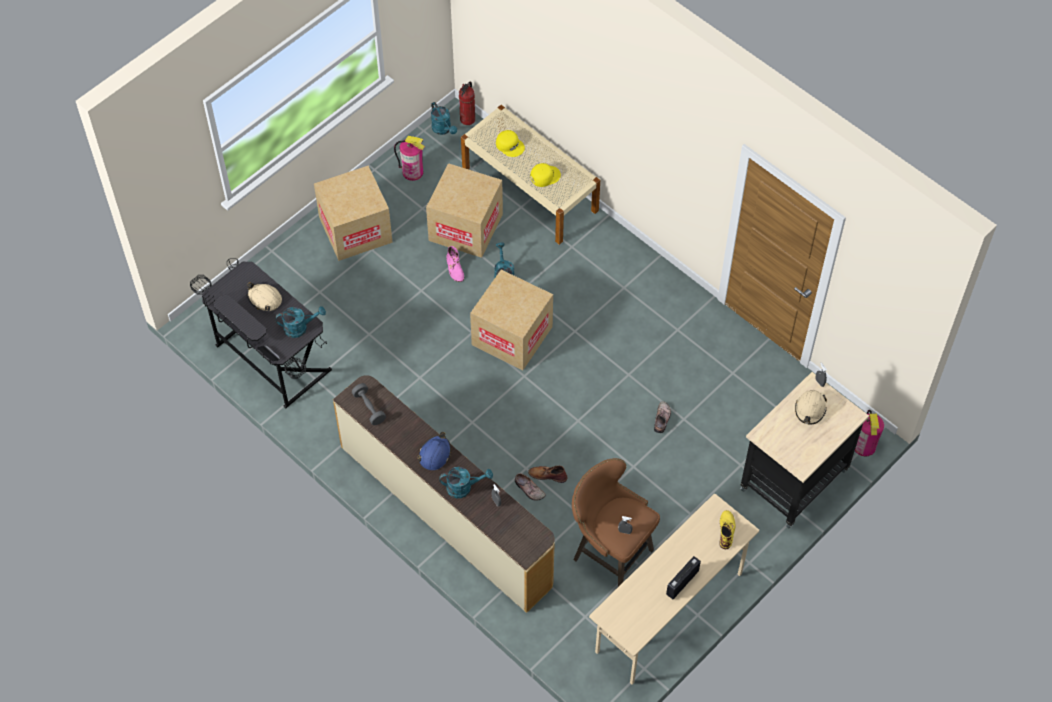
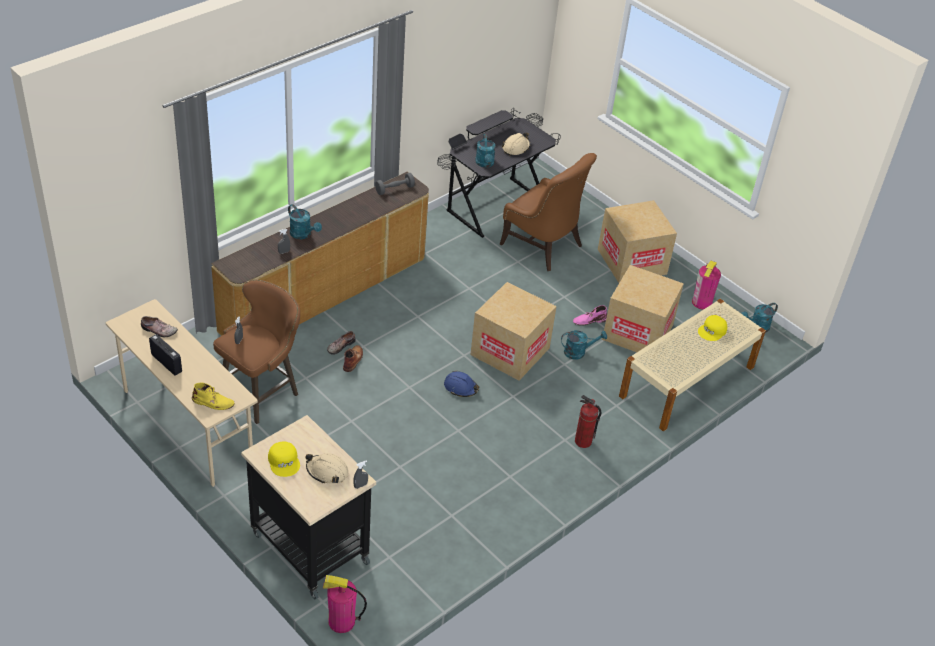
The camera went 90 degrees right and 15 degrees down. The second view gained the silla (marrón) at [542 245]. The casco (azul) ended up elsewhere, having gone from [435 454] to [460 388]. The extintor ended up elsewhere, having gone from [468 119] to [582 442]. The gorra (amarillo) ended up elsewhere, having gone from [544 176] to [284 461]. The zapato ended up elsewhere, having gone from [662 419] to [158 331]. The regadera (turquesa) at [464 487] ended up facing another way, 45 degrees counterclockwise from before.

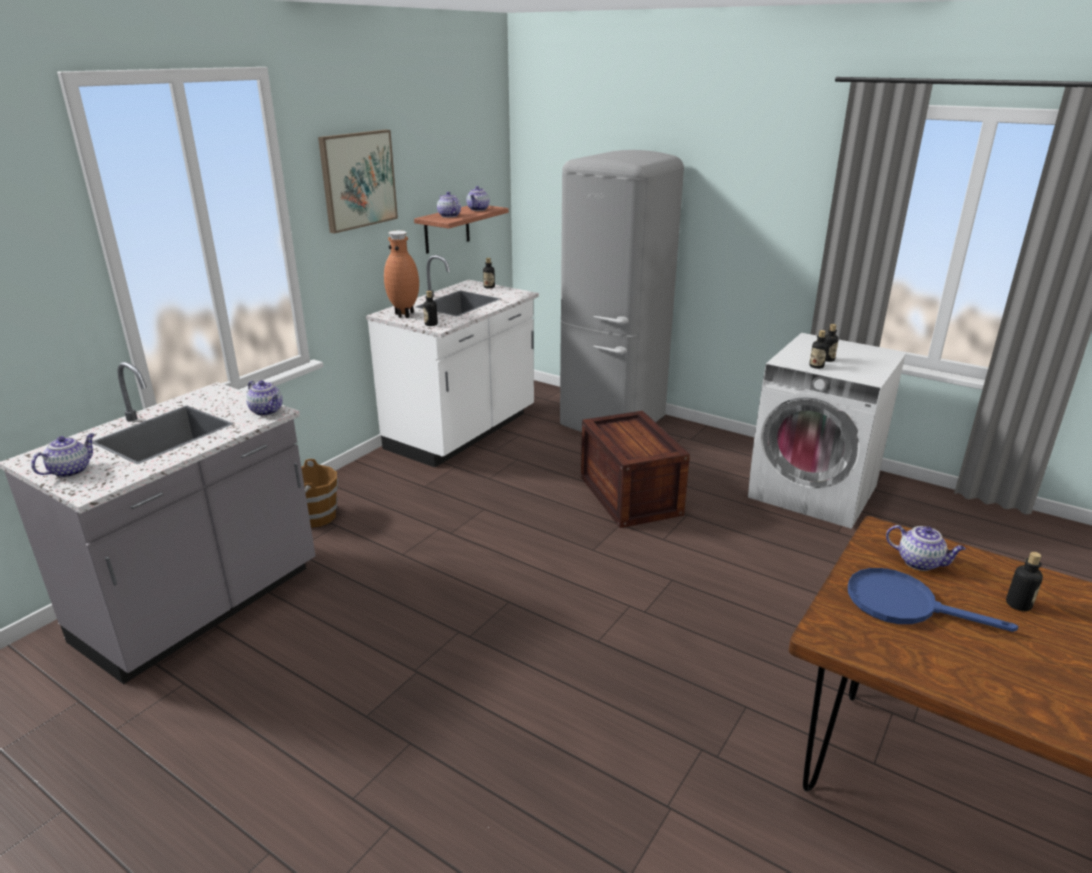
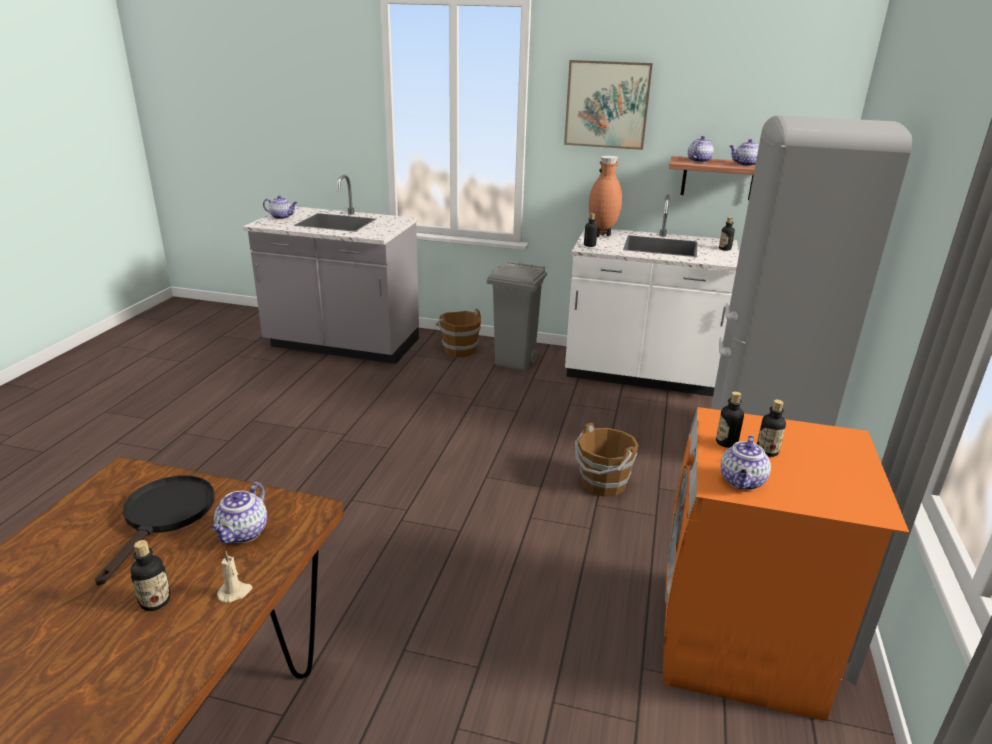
The camera went 70 degrees right and 0 degrees up. The second view gained the vela (beis) at [235 592]. The second view gained the papelera (gris) at [515 362]. The tetera ended up elsewhere, having gone from [267 411] to [742 482]. Where the caja de embalaje stood at [629 495], the cubo (marrón) came to stand at [602 484]. What was the lavadora (blanco) at [815 491] turned into the lavadora (naranja) at [741 641]. What was the sartén (azul) at [903 604] turned into the sartén (negro) at [164 517].

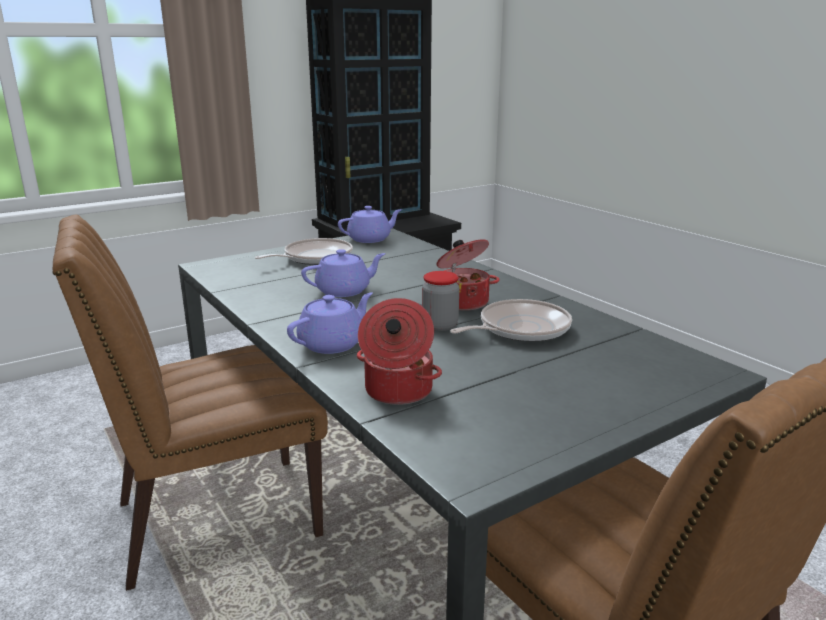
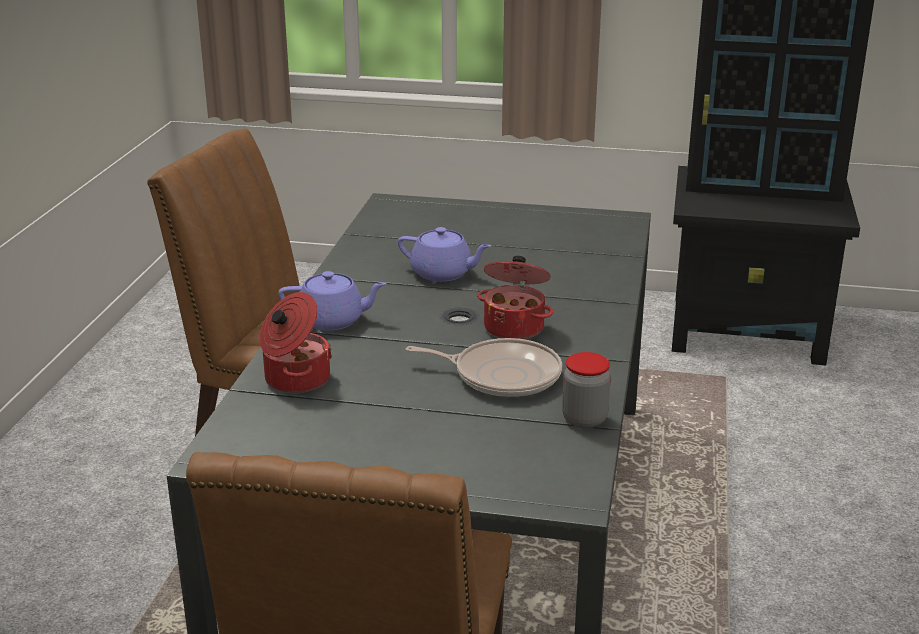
The camera went 45 degrees right and 5 degrees up. The second view lost the sartén at [314 258]. The second view lost the tetera (morado) at [370 239]. The tarro ended up elsewhere, having gone from [440 325] to [584 419].

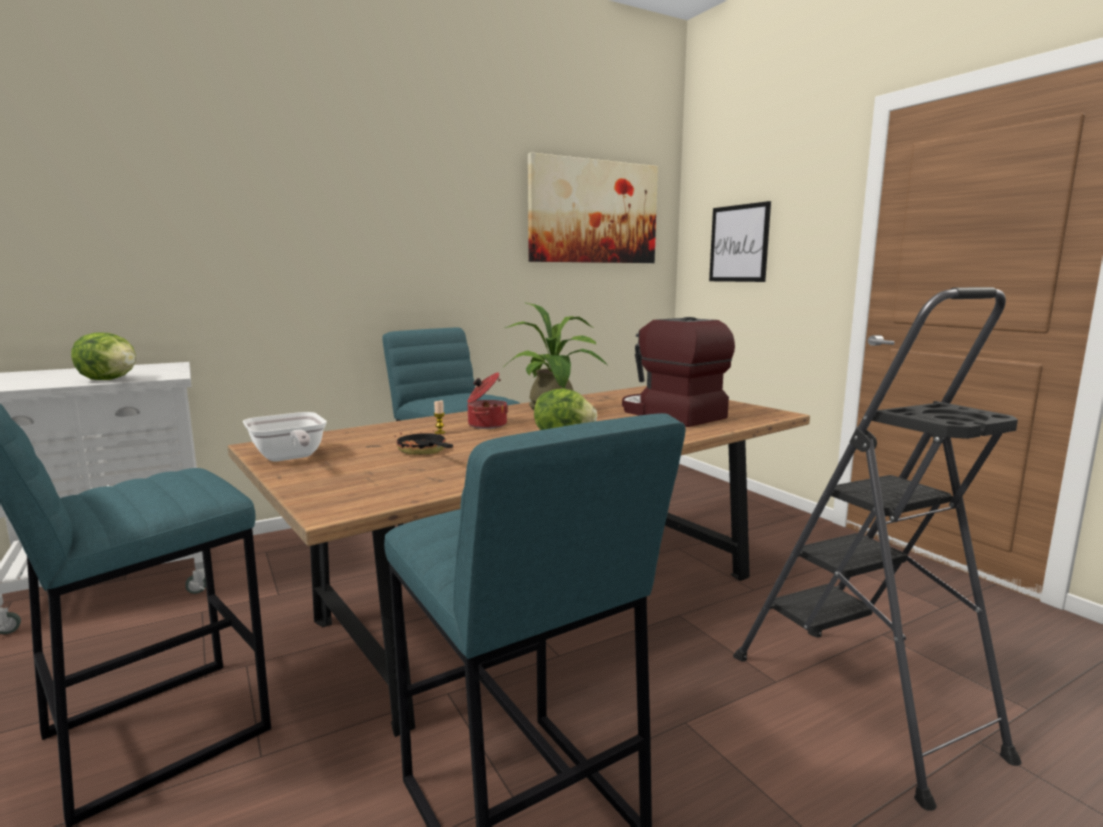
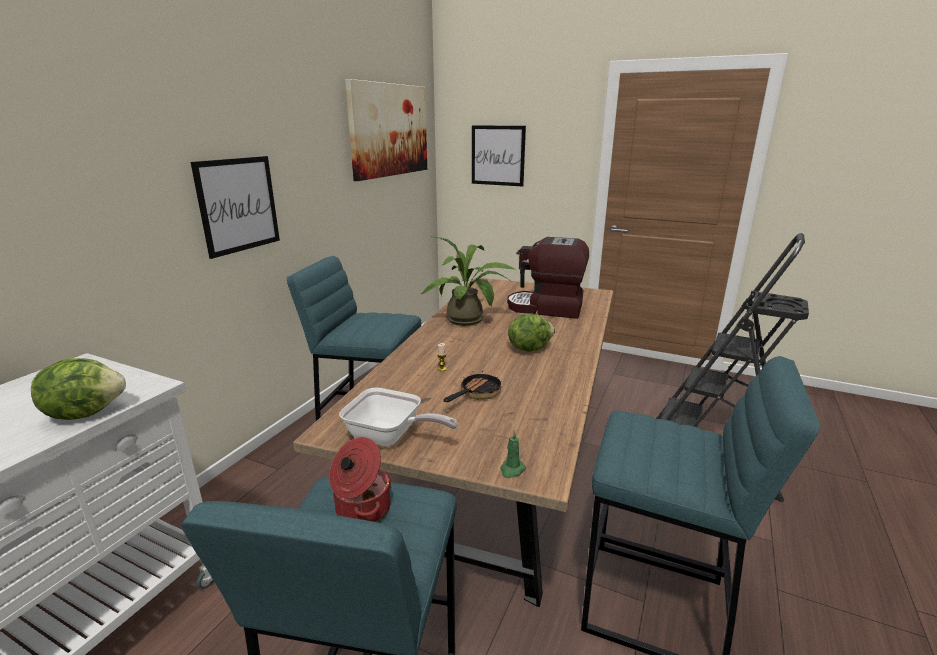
The camera went 35 degrees left and 10 degrees up. The second view gained the cuadro at [238 205]. The second view gained the vela (verde) at [512 470]. The olla ended up elsewhere, having gone from [486 425] to [361 509]. The sartén at [424 452] ended up facing another way, 105 degrees clockwise from before.

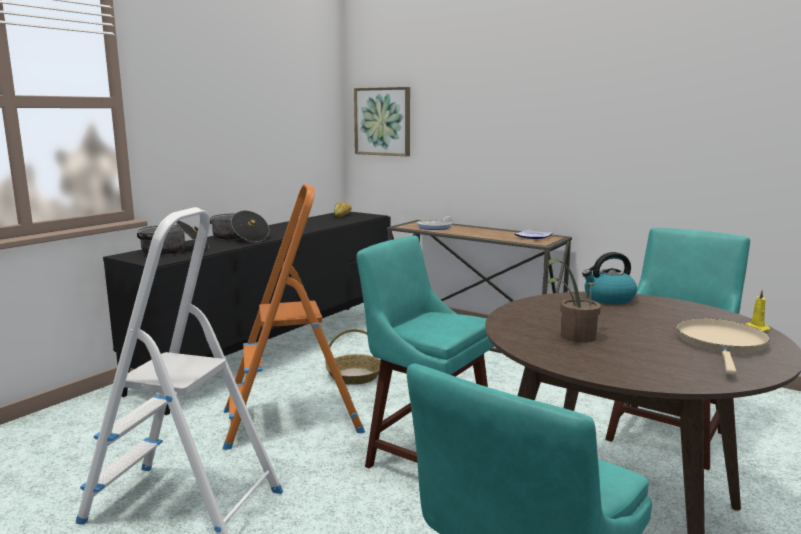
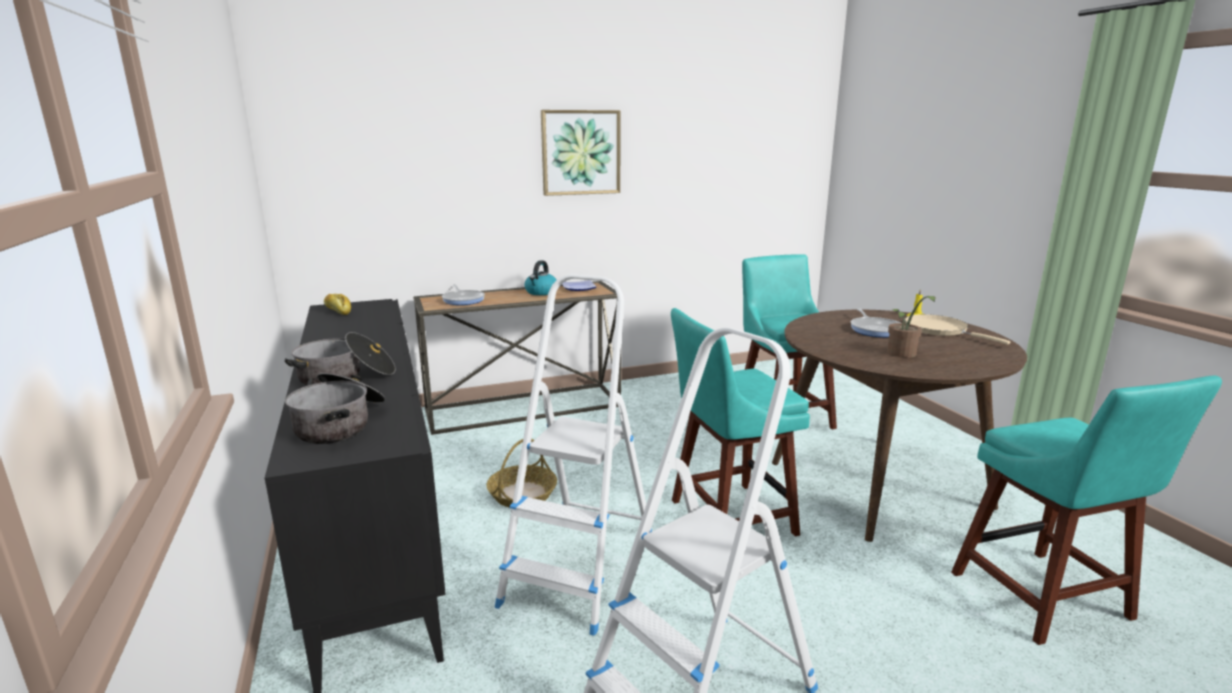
The camera went 55 degrees left and 5 degrees up. The second view gained the sartén at [875 329]. The cuadro ended up elsewhere, having gone from [383 121] to [580 152]. The hervidor ended up elsewhere, having gone from [608 299] to [541 292]. What was the escalera de tijera (naranja) at [290 421] turned into the escalera de tijera (blanco) at [579 568].

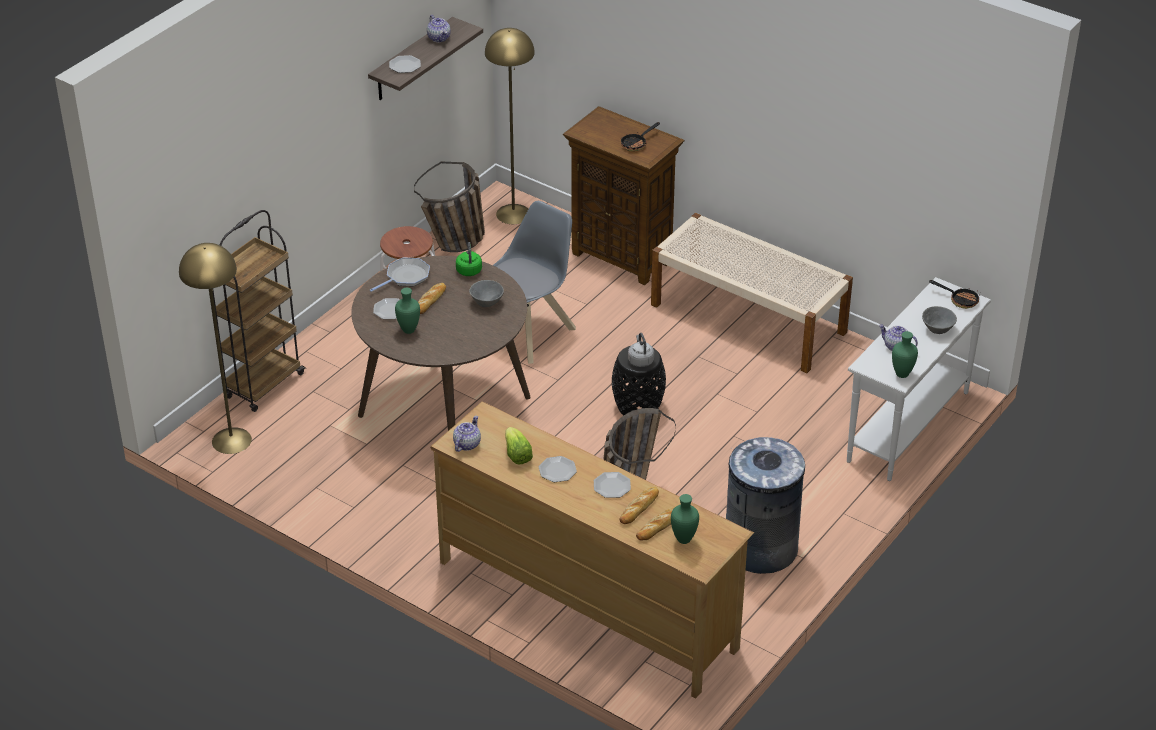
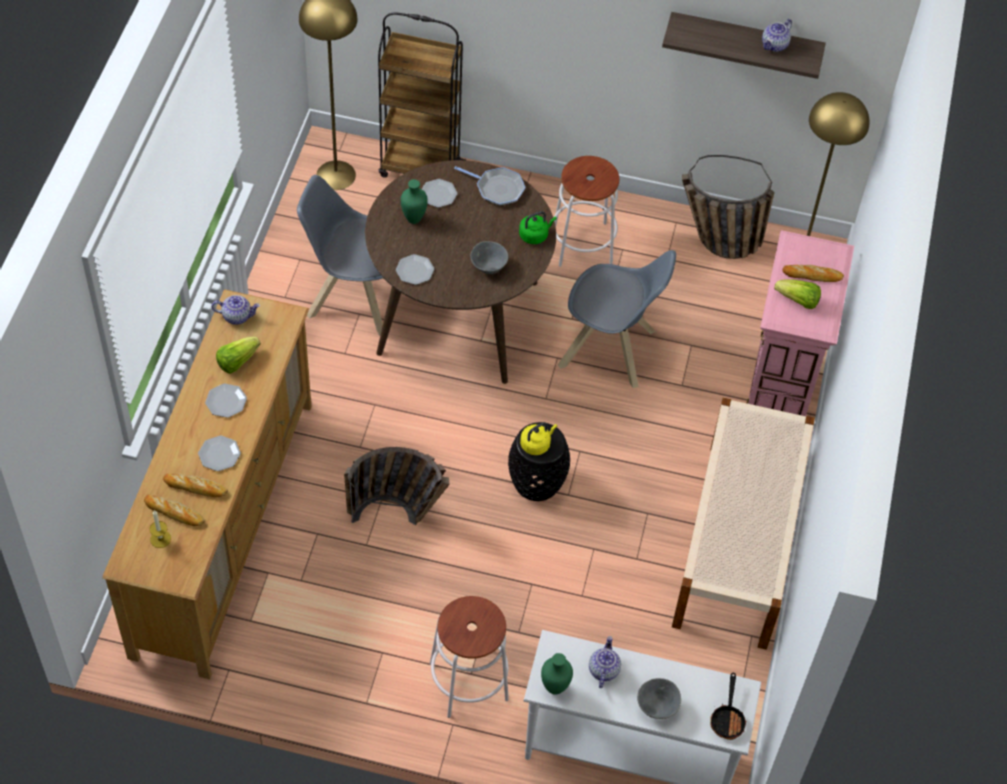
The camera went 65 degrees right and 15 degrees up. The second view lost the papelera (gris) at [760 548]. The second view gained the silla (gris) at [353 297]. The second view gained the taburete (blanco) at [468 681]. The plato ended up elsewhere, having gone from [405 65] to [414 271]. The pan ended up elsewhere, having gone from [430 301] to [812 275]. Where the sartén stood at [636 144], the lechuga came to stand at [798 301]. Where the florero (verde) stood at [683 539], the vela came to stand at [160 539]. What was the armario (marrón) at [623 258] turned into the armario (rosa) at [779 393]. What was the hervidor (gris) at [640 360] turned into the hervidor (amarillo) at [536 444].

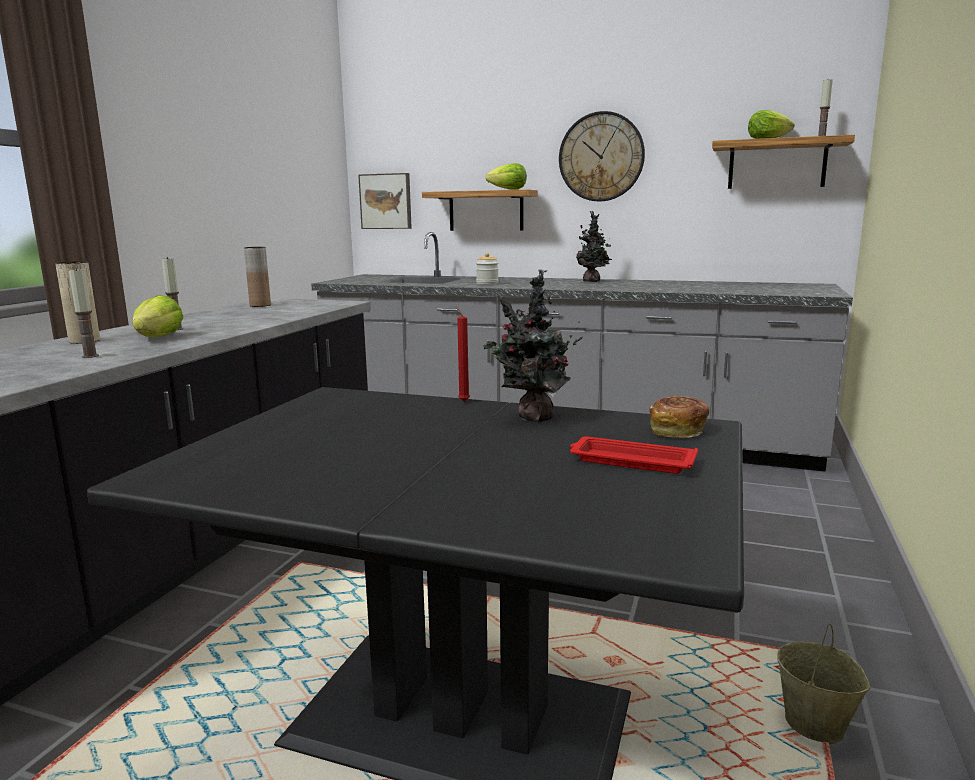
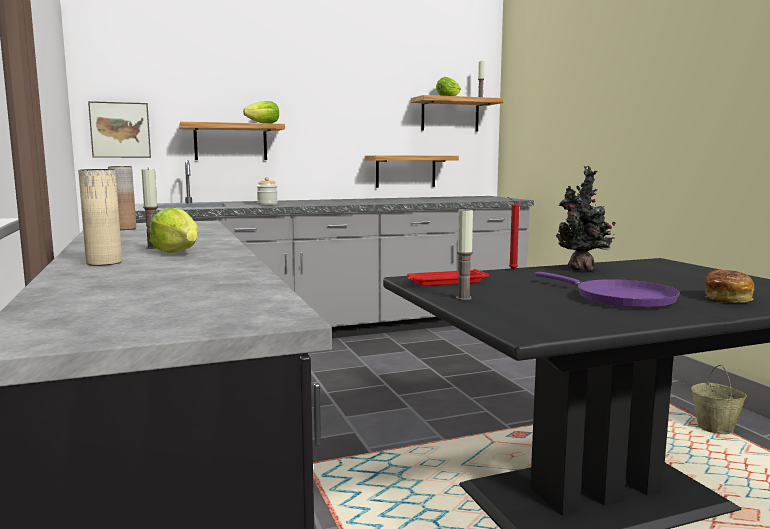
The camera went 40 degrees left and 5 degrees down. The second view lost the reloj de pared at [601 157]. The second view lost the planta en maceta at [593 281]. The second view gained the estante at [405 171]. The second view gained the sartén (morado) at [618 298]. The vela ended up elsewhere, having gone from [90 356] to [463 298]. The bandeja (rojo) ended up elsewhere, having gone from [630 461] to [445 282]. The pan ended up elsewhere, having gone from [678 431] to [727 298].

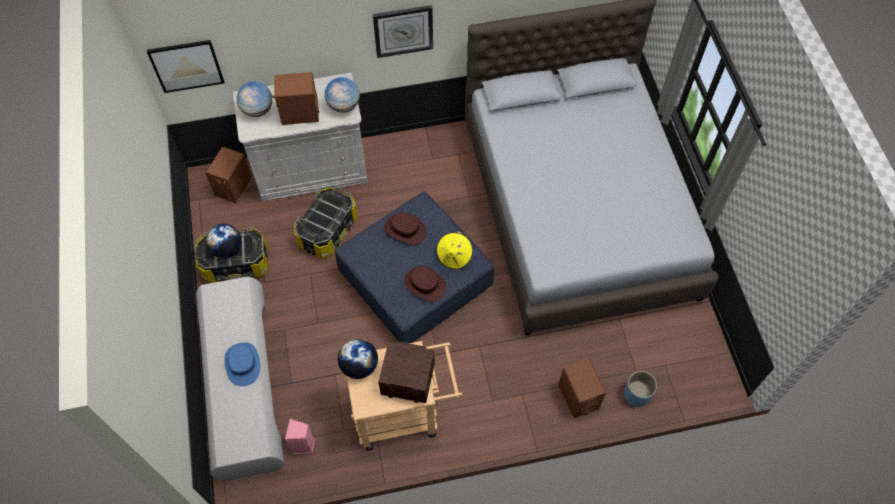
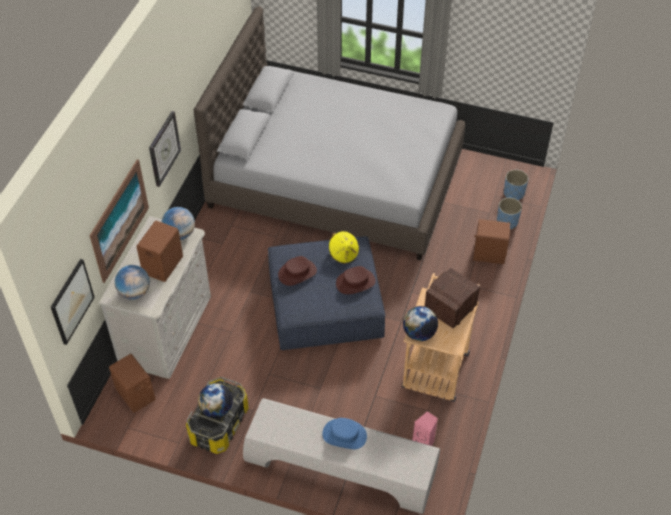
The camera went 60 degrees left and 10 degrees down. The second view lost the caja de almacenaje at [327 231]. The second view gained the cuadro at [119 220]. The second view gained the maceta (azul) at [514 193].

